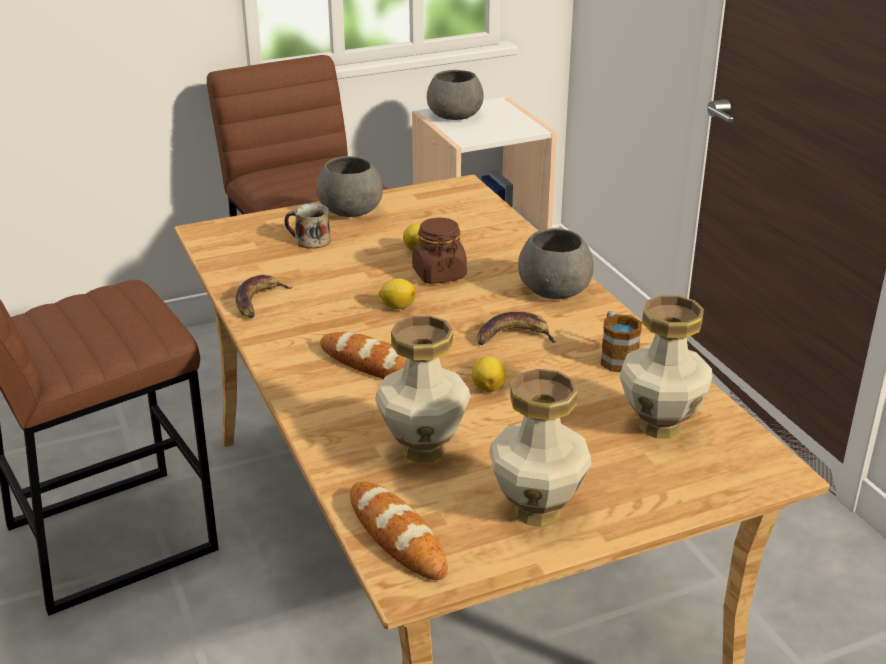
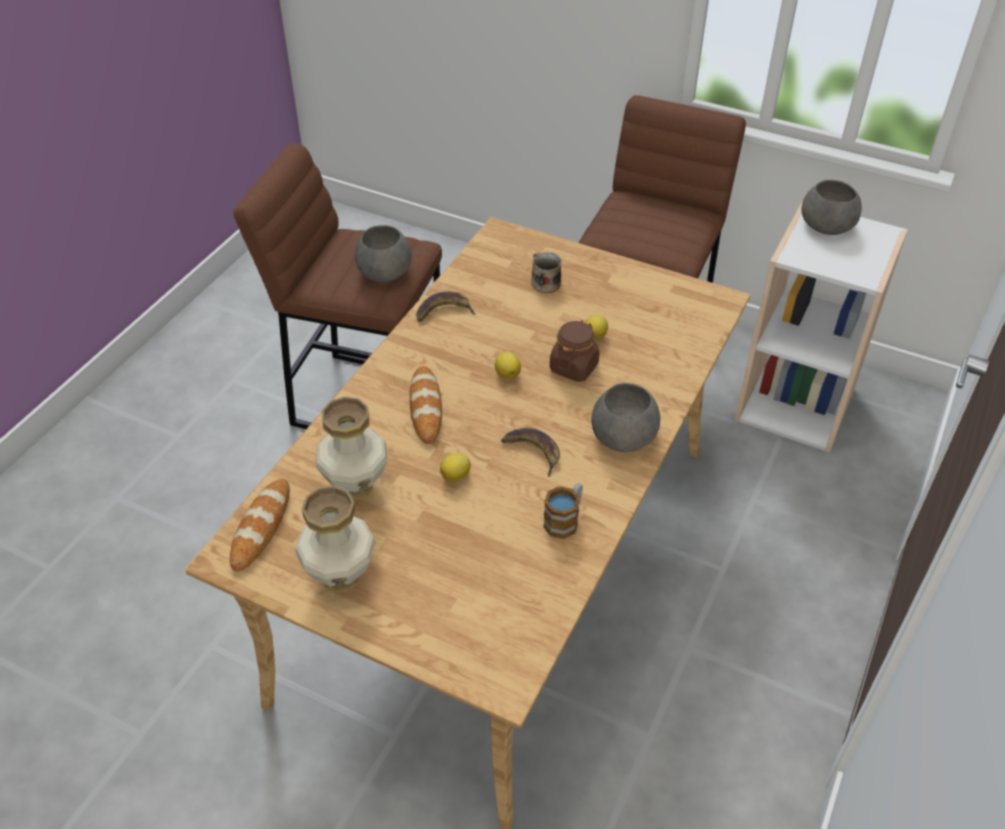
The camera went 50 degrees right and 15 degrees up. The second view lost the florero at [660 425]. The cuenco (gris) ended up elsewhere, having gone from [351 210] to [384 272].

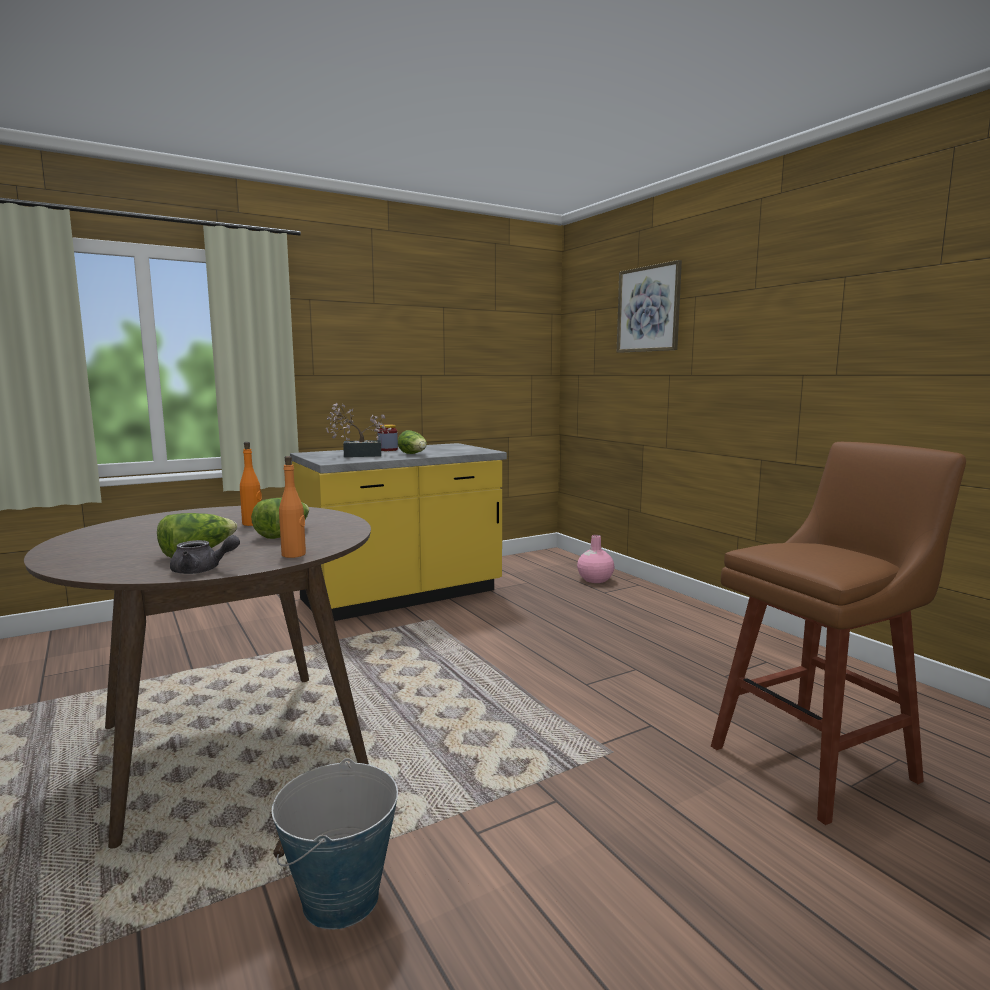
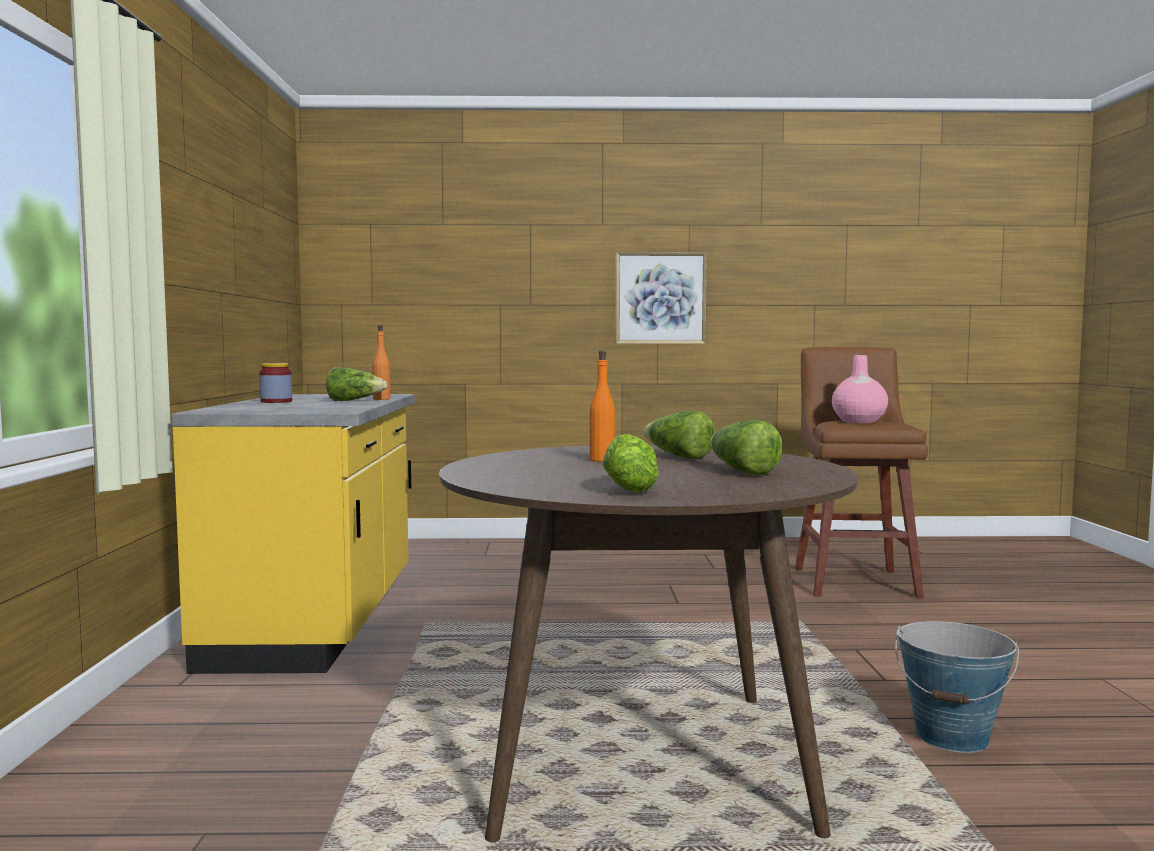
The camera went 60 degrees left and 5 degrees down. The second view lost the tetera (gris) at [202 570]. The second view lost the planta en maceta at [357 455]. The second view gained the lechuga at [631 487]. The botella (naranja) ended up elsewhere, having gone from [294 555] to [382 399]. The florero (rosa) ended up elsewhere, having gone from [595 579] to [858 421]. The cuadro ended up elsewhere, having gone from [648 309] to [660 298].

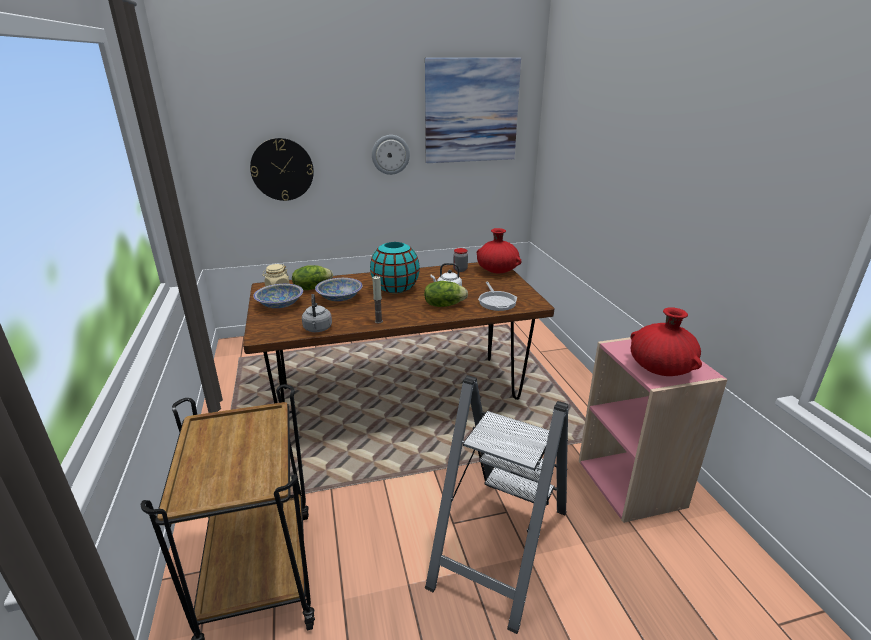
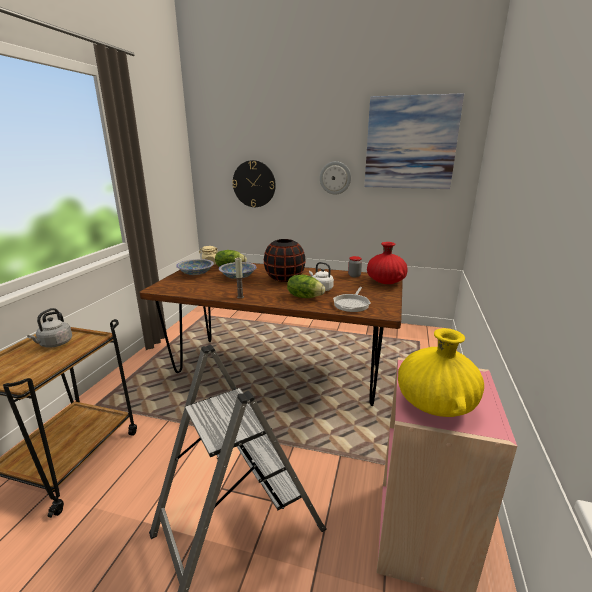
The camera went 30 degrees right and 5 degrees down. The hervidor (gris) ended up elsewhere, having gone from [317 329] to [55 344]. What was the florero (turquesa) at [395 289] turned into the florero (negro) at [284 279]. What was the florero (rojo) at [660 369] turned into the florero (amarillo) at [435 404].

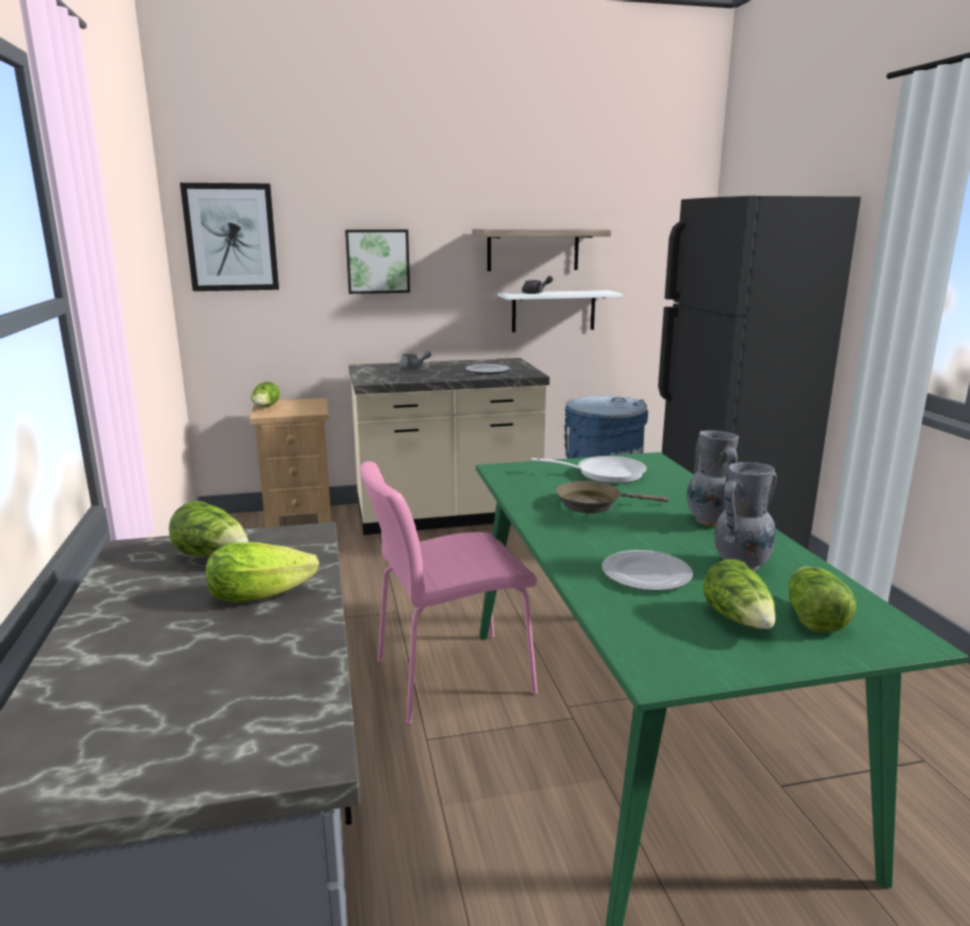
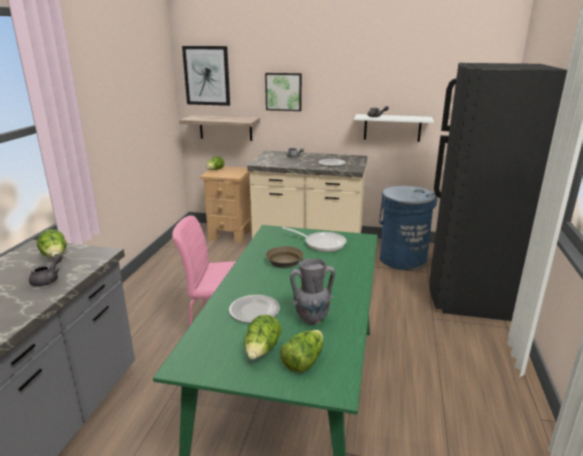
The camera went 25 degrees right and 5 degrees up. The second view lost the florero (gris) at [710 521]. The estante ended up elsewhere, having gone from [533 249] to [225 128]. Where the lechuga stood at [266 593], the tetera (gris) came to stand at [48 279].

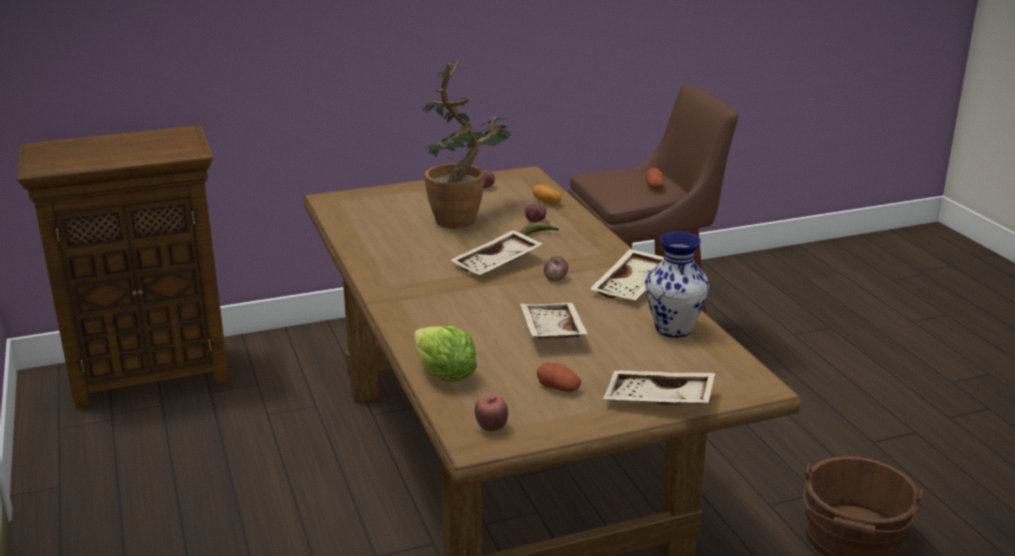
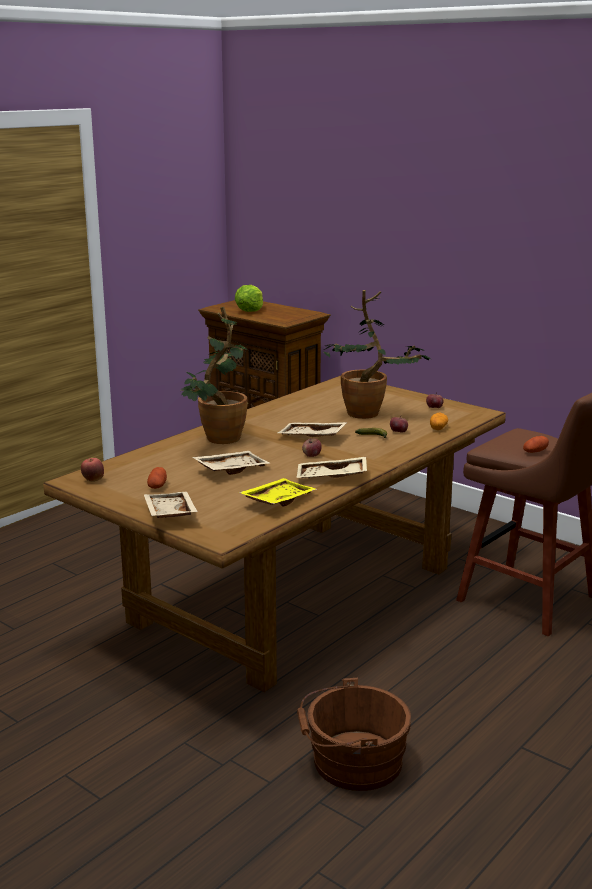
The camera went 60 degrees right and 5 degrees down. The second view gained the planta en maceta at [217 440]. The lechuga ended up elsewhere, having gone from [444 376] to [250 311]. Where the florero stood at [673 329], the bandeja (amarillo) came to stand at [277 500].

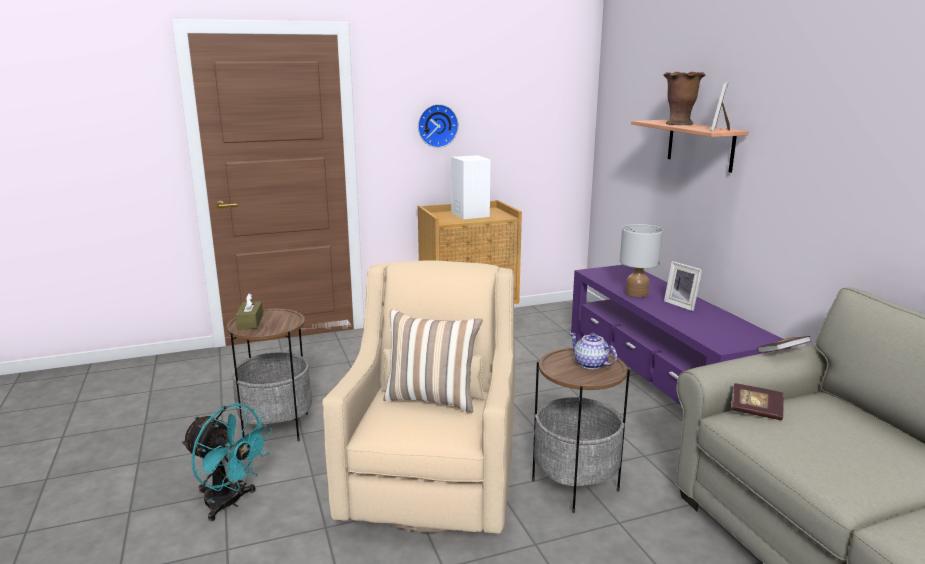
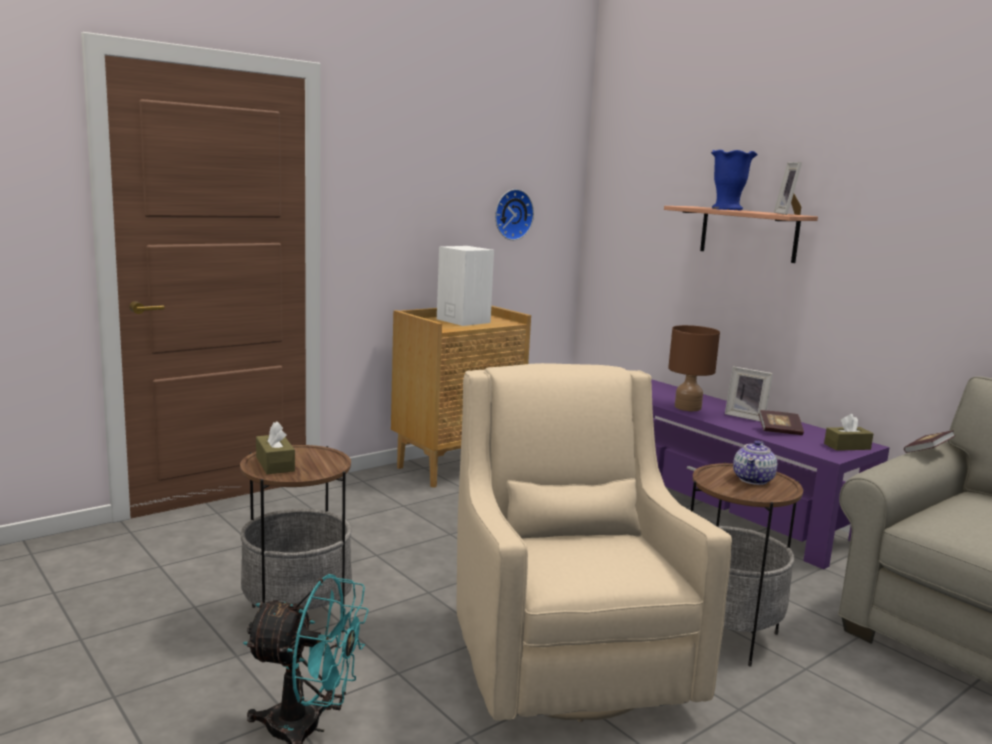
The camera went 20 degrees left and 5 degrees down. The second view lost the cojín at [432 398]. The second view gained the caja de pañuelos (marrón) at [847 446]. The reloj de pared ended up elsewhere, having gone from [437 125] to [511 214]. The libro ended up elsewhere, having gone from [755 411] to [779 431]. What was the lámpara de mesa (gris) at [636 293] turned into the lámpara de mesa (marrón) at [687 407]. What was the florero (marrón) at [679 124] turned into the florero (azul) at [726 209]. The tetera at [591 364] ended up facing another way, 90 degrees counterclockwise from before.

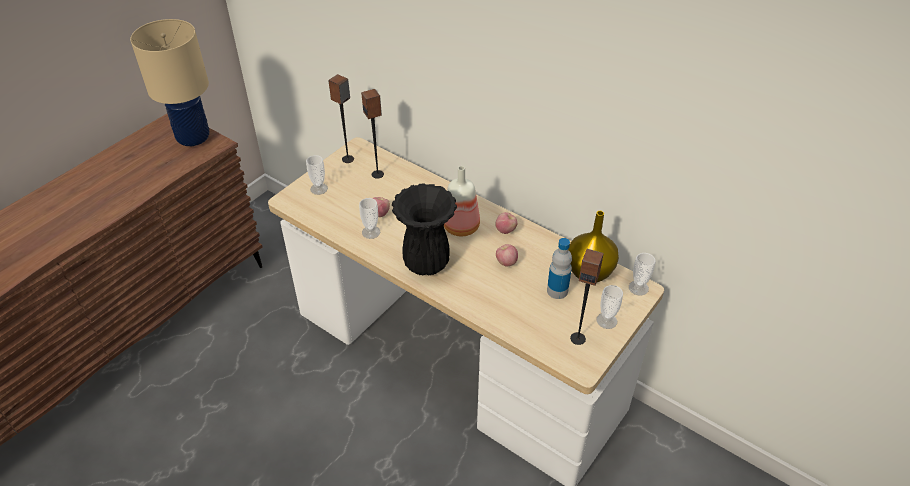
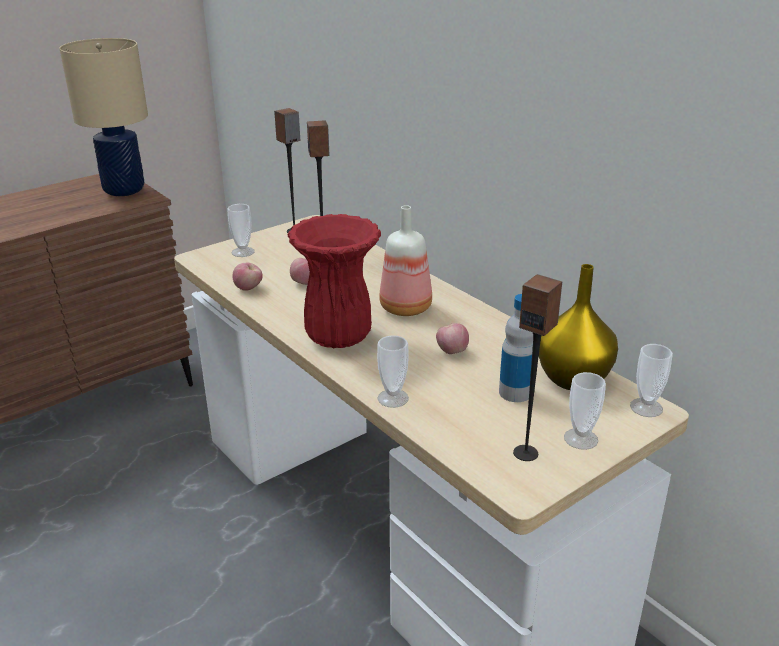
The camera went 15 degrees right and 15 degrees down. The taza ended up elsewhere, having gone from [371 232] to [393 398]. The manzana ended up elsewhere, having gone from [505 230] to [248 288]. What was the florero (negro) at [427 264] turned into the florero (rojo) at [339 338].

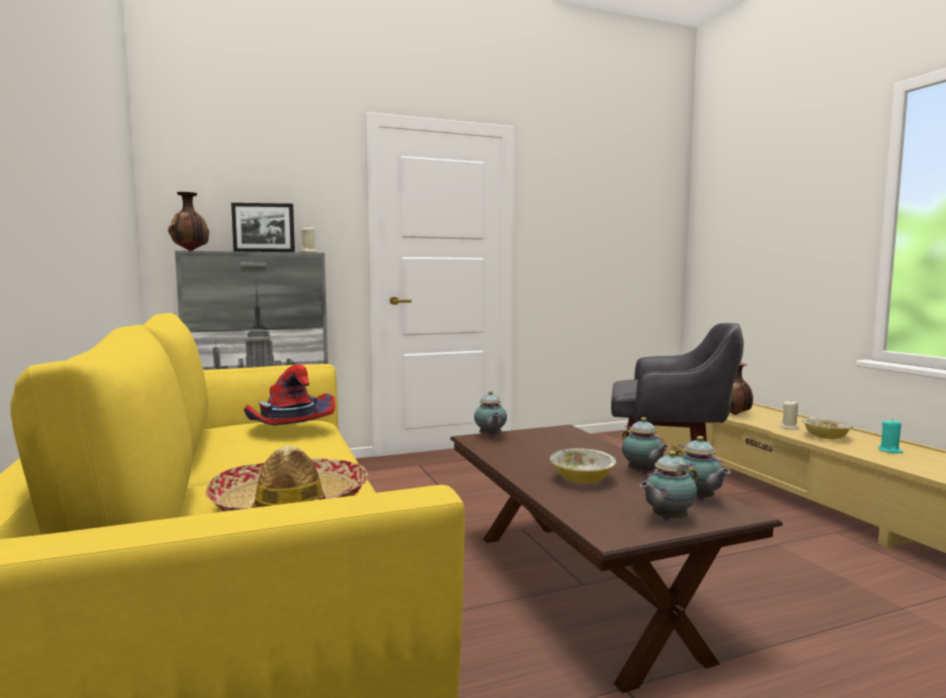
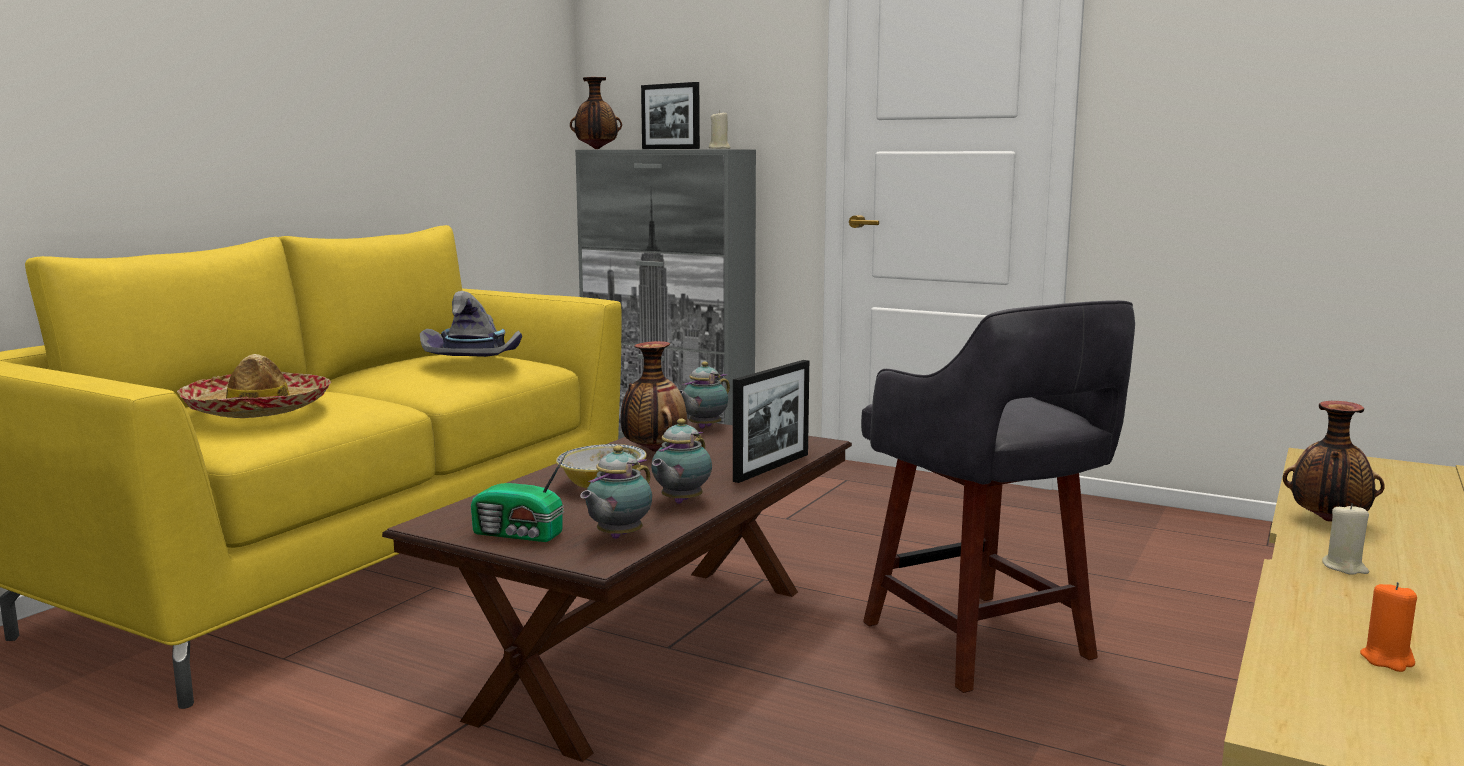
The camera went 50 degrees right and 5 degrees up. The second view lost the cuenco at [826 437]. The second view gained the florero at [653 451]. The second view gained the portarretratos at [771 467]. Where the tetera stood at [667 519], the radio came to stand at [519 535]. What was the sombrero (rojo) at [288 428] turned into the sombrero (gris) at [475 363]. What was the vela (turquesa) at [890 451] turned into the vela (naranja) at [1387 660].

